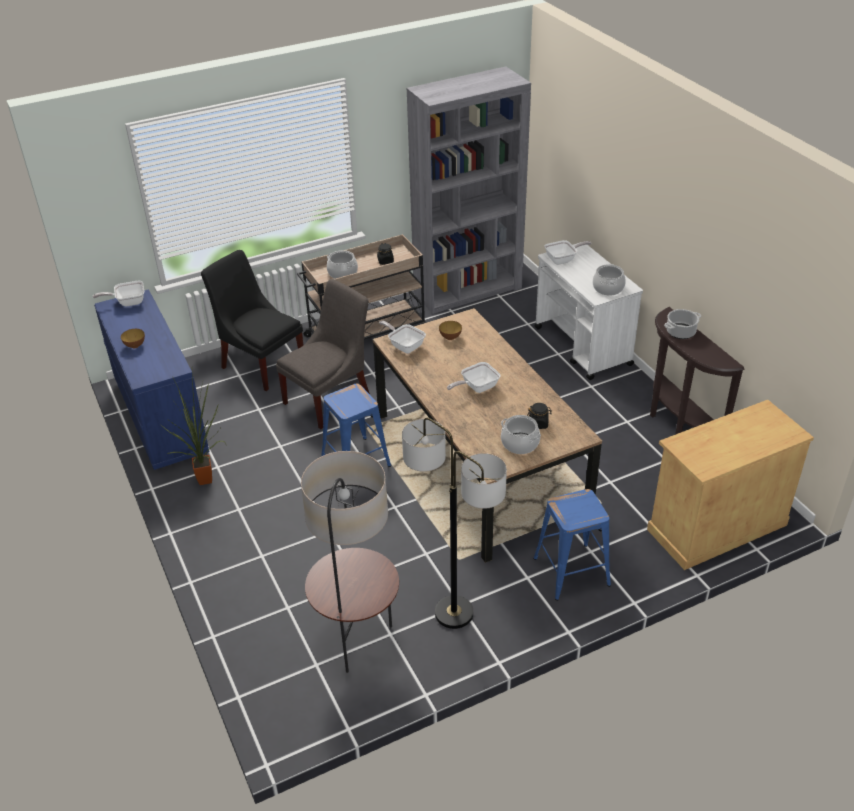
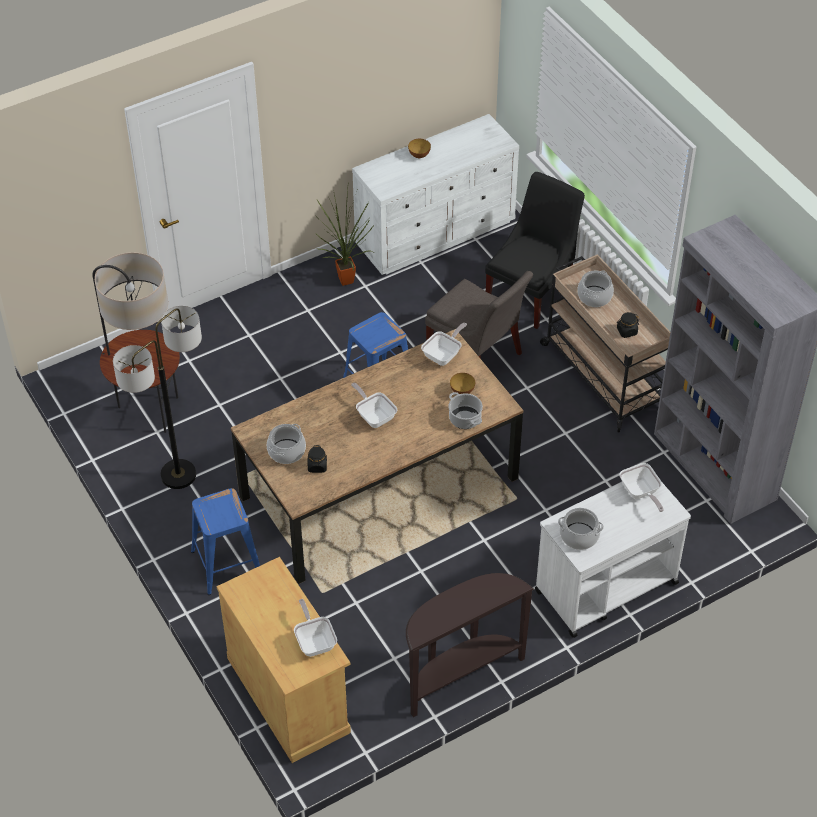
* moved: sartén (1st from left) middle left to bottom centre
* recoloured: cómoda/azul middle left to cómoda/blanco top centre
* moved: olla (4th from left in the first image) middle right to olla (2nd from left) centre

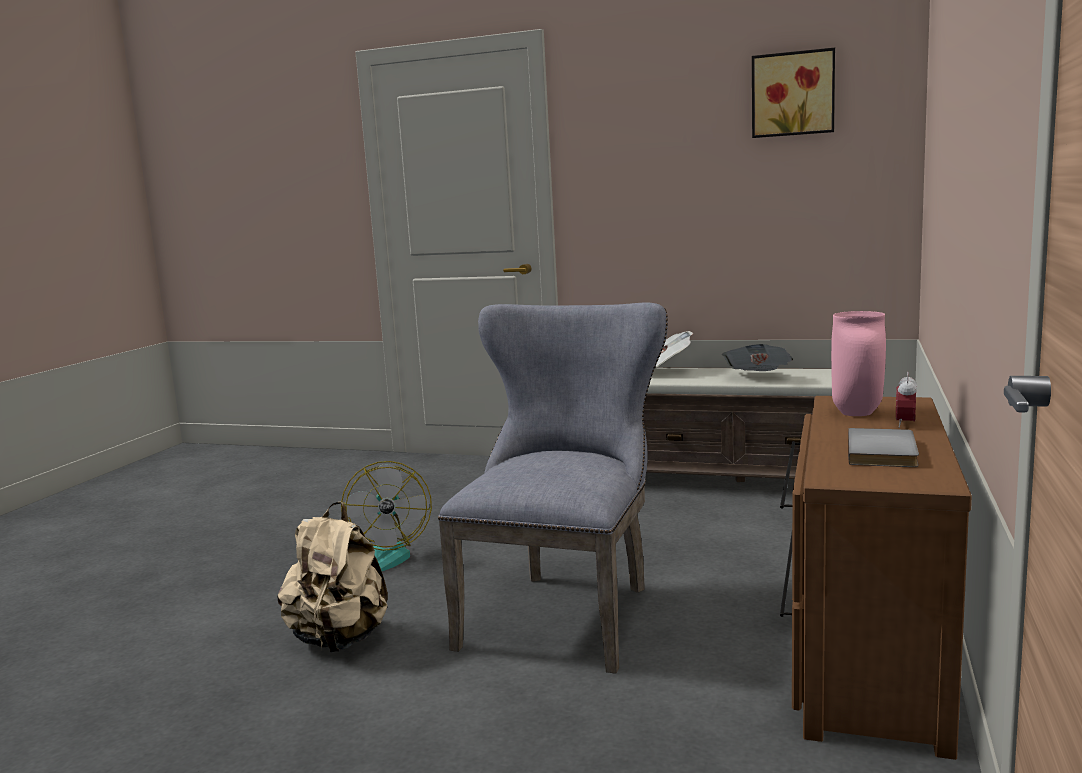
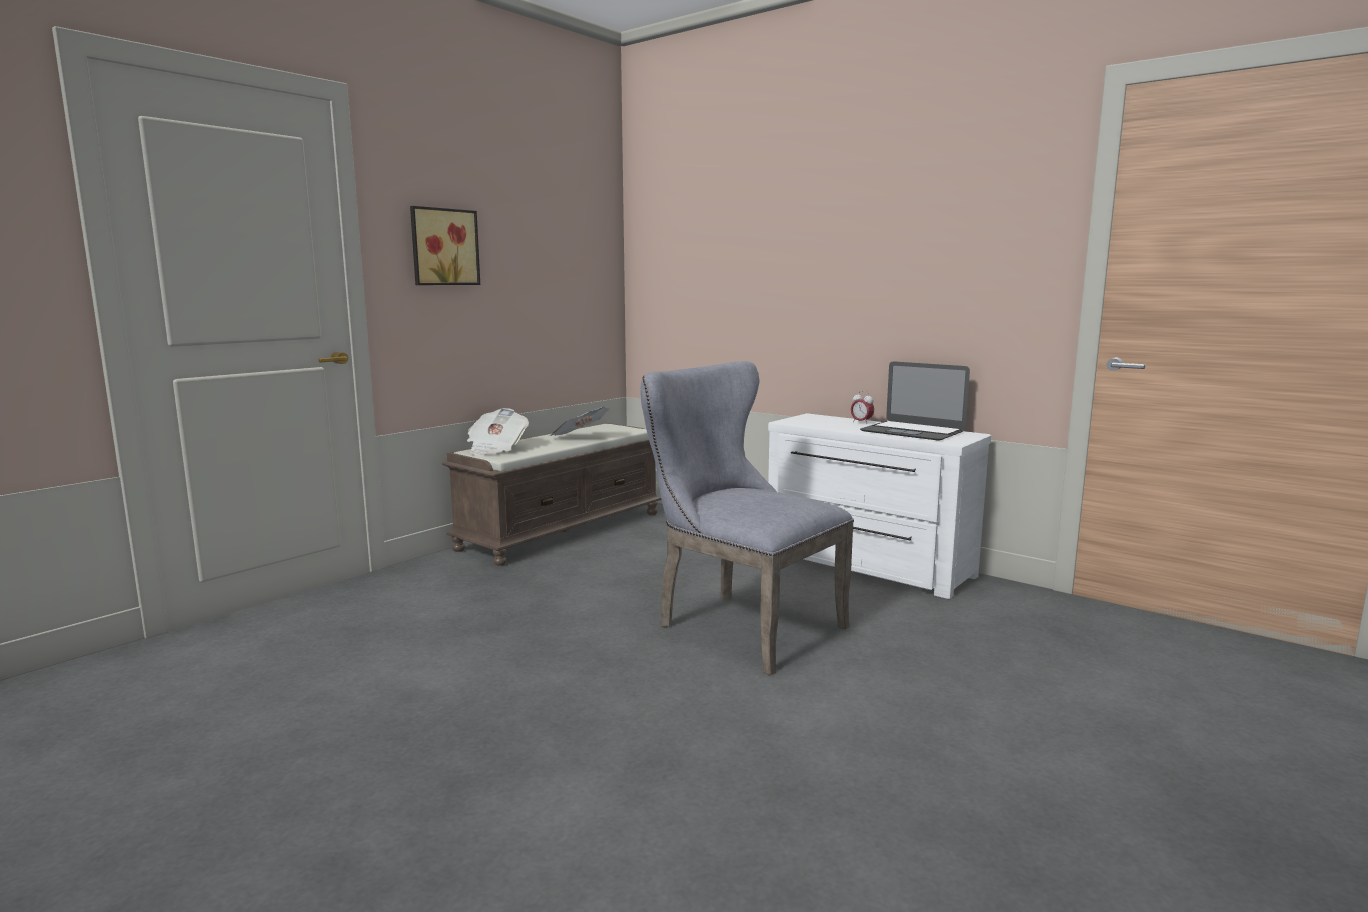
* moved: cuadro top right to top left
* removed: florero/rosa middle right
* recoloured: cómoda/marrón bottom right to cómoda/blanco centre
* replaced: libro/gris middle right to portátil middle right
* removed: ventilador bottom centre
* removed: mochila/beis bottom left

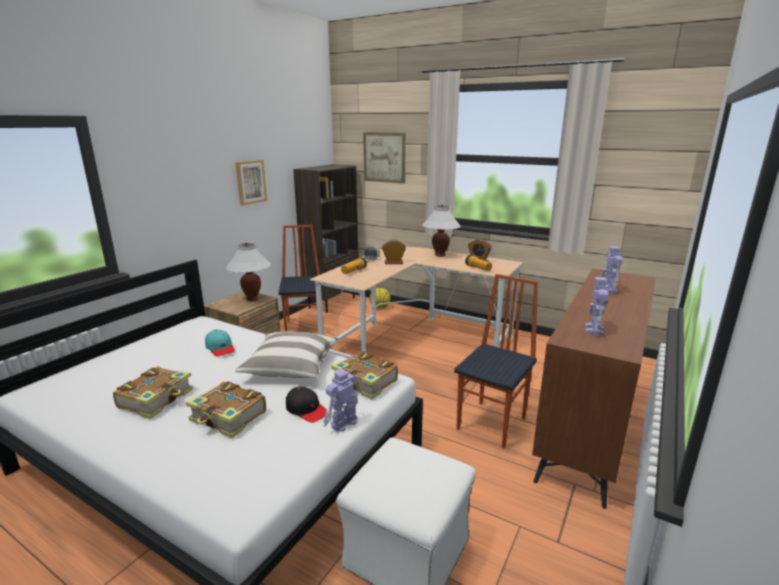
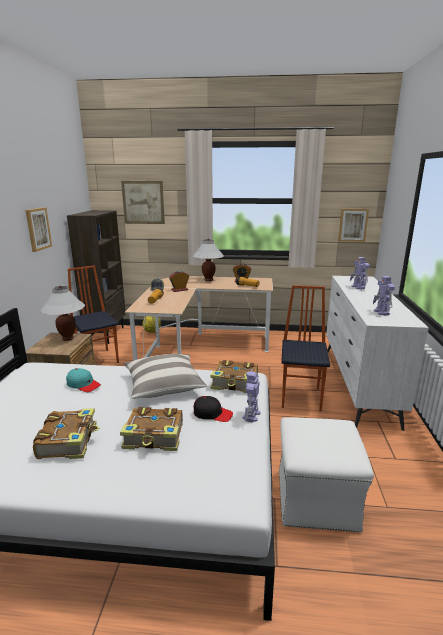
* recoloured: cómoda/marrón middle right to cómoda/blanco middle right
* added: cuadro (3rd from left) middle right

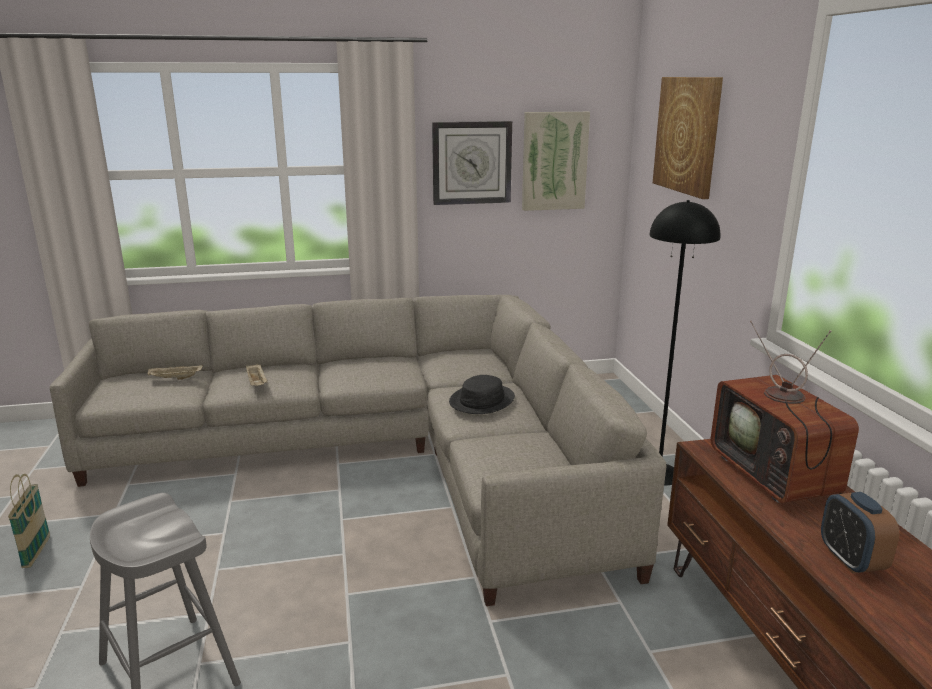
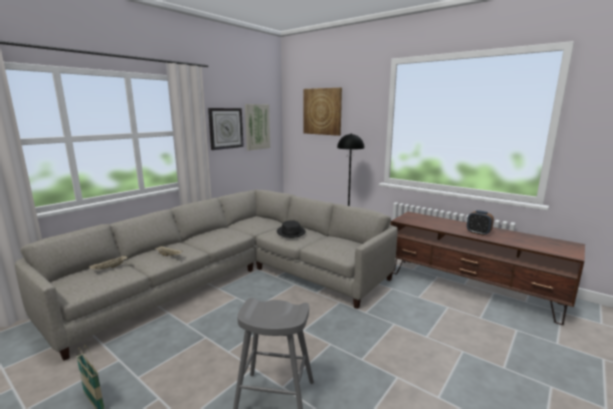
* removed: televisor middle right

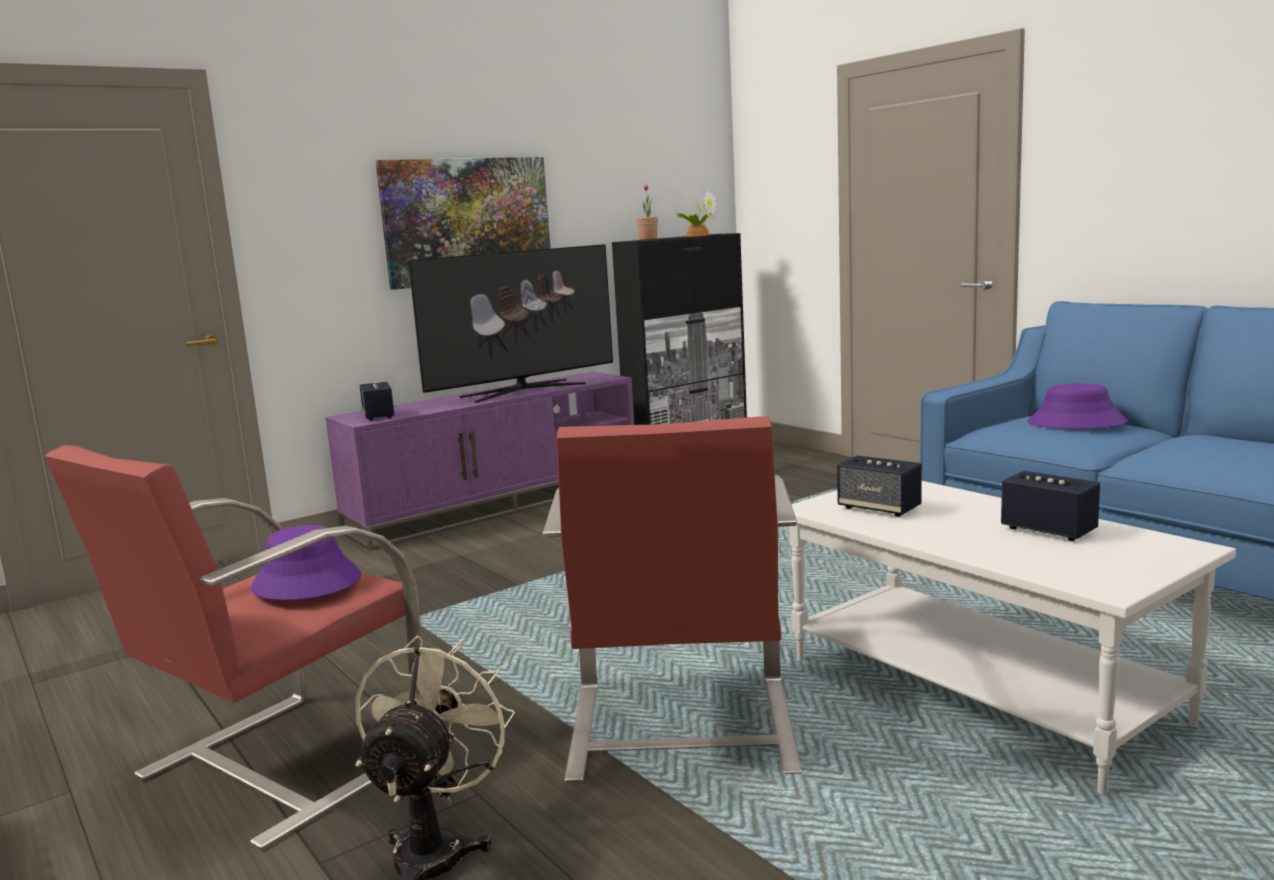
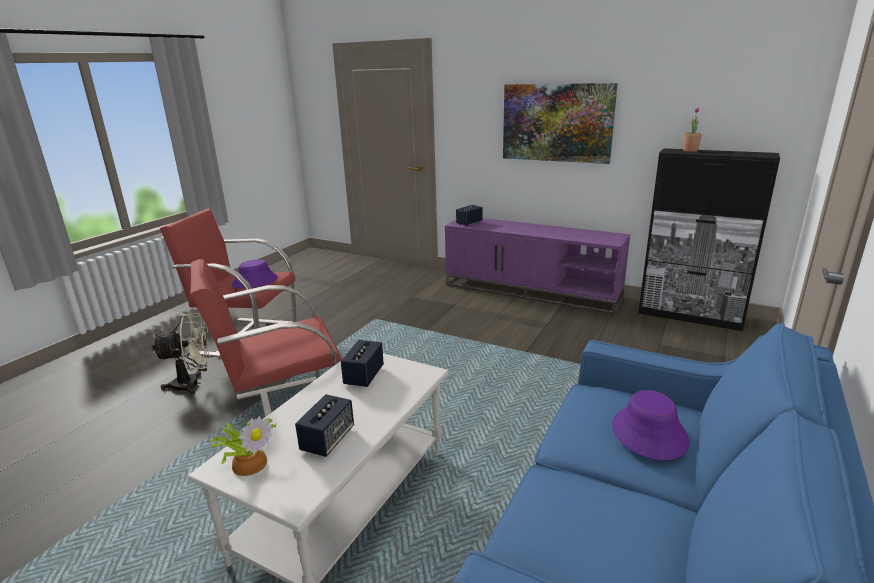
* moved: planta en maceta (2nd from left in the first image) top centre to planta en maceta (1st from left) bottom left
* removed: televisor centre

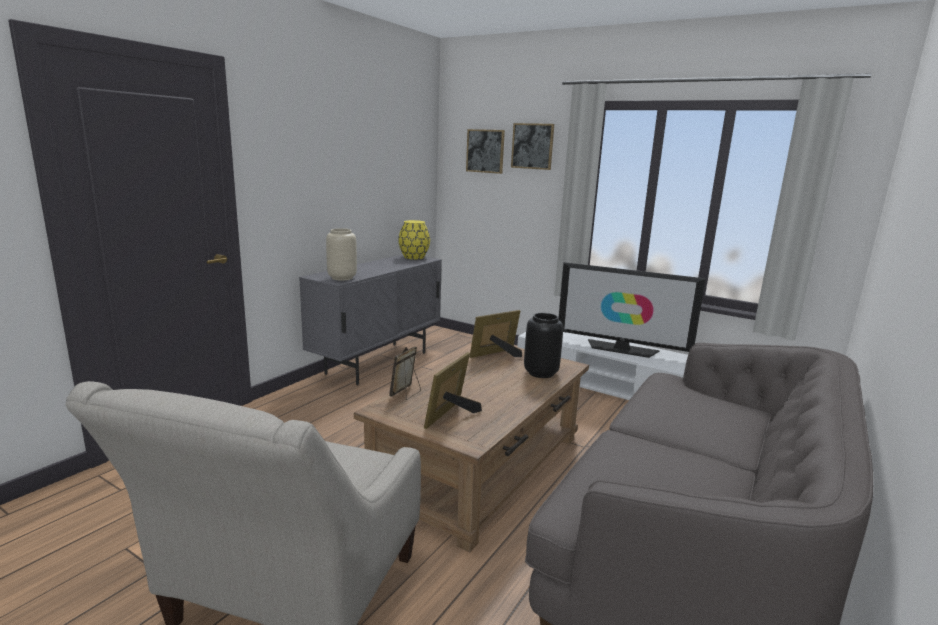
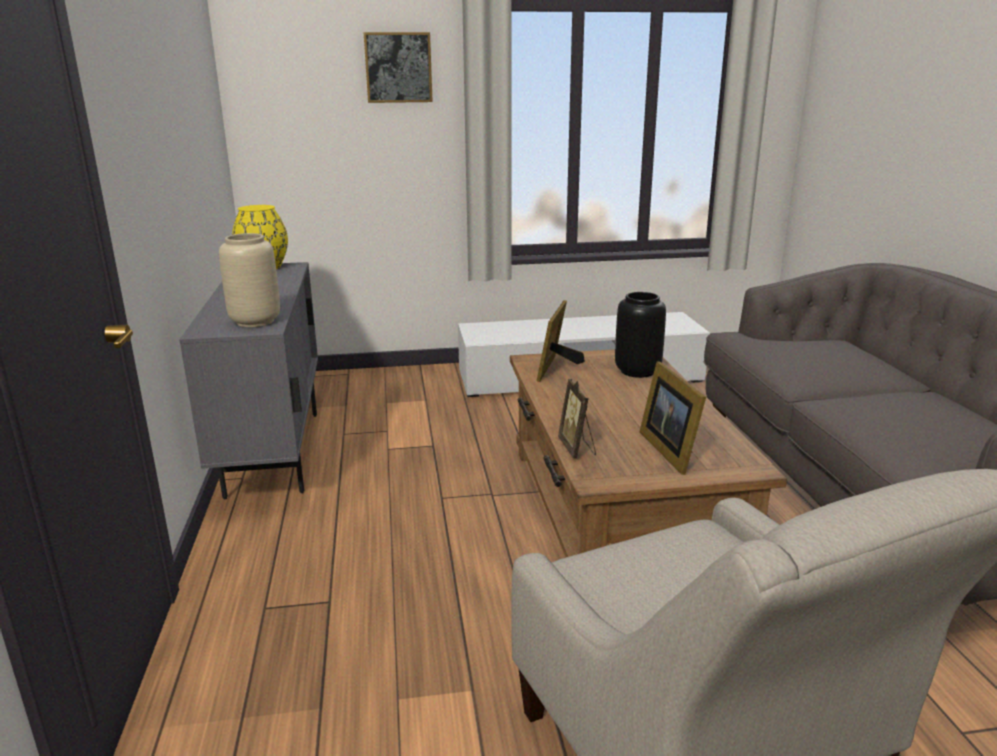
* removed: cuadro (1st from left) top centre
* removed: televisor middle right

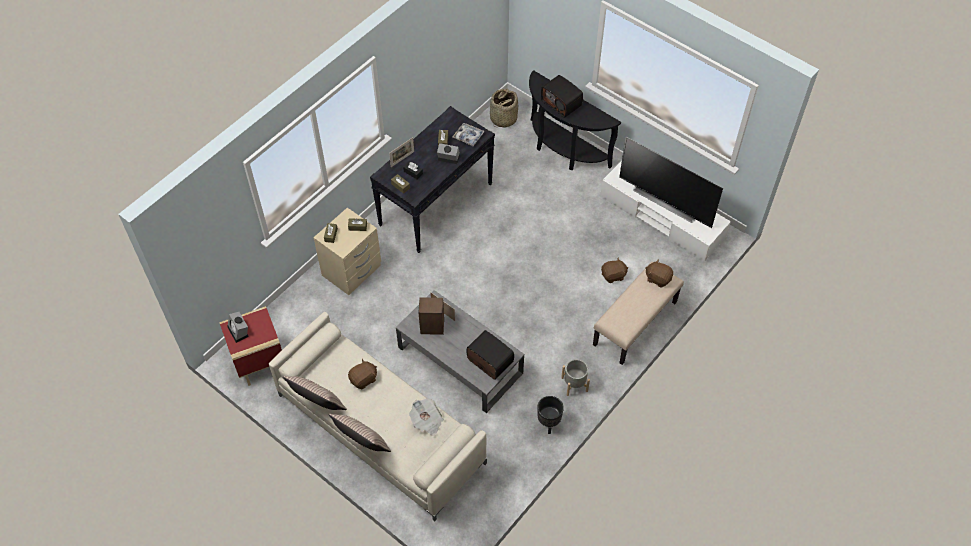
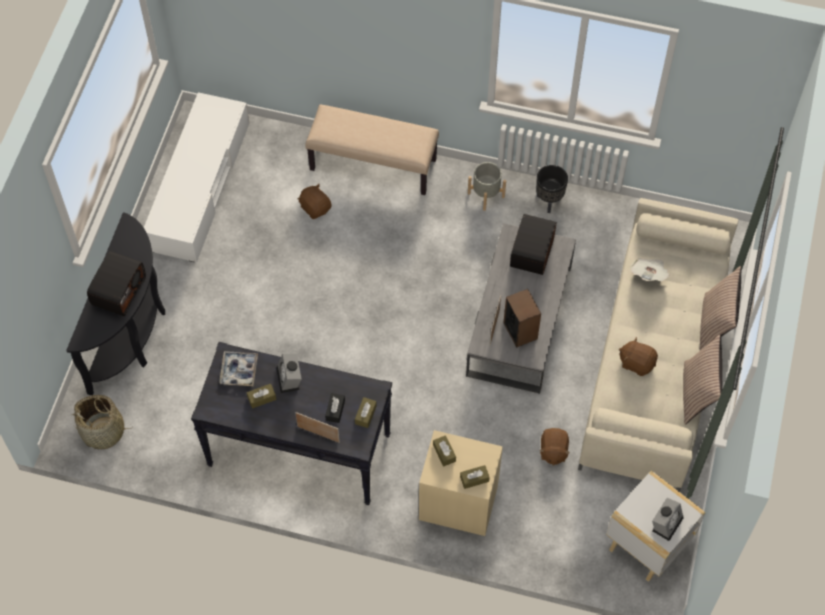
* removed: televisor middle right
* moved: peluche/marrón (3rd from left in the first image) middle right to peluche/marrón (2nd from left) bottom right
* recoloured: mesa auxiliar/rojo middle left to mesa auxiliar/blanco bottom right

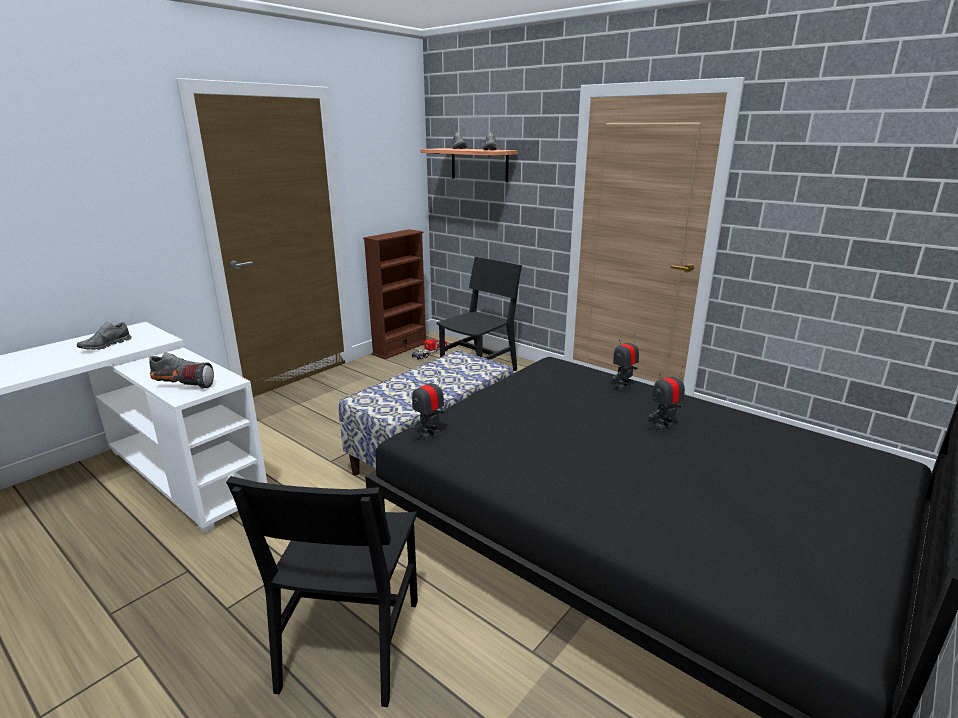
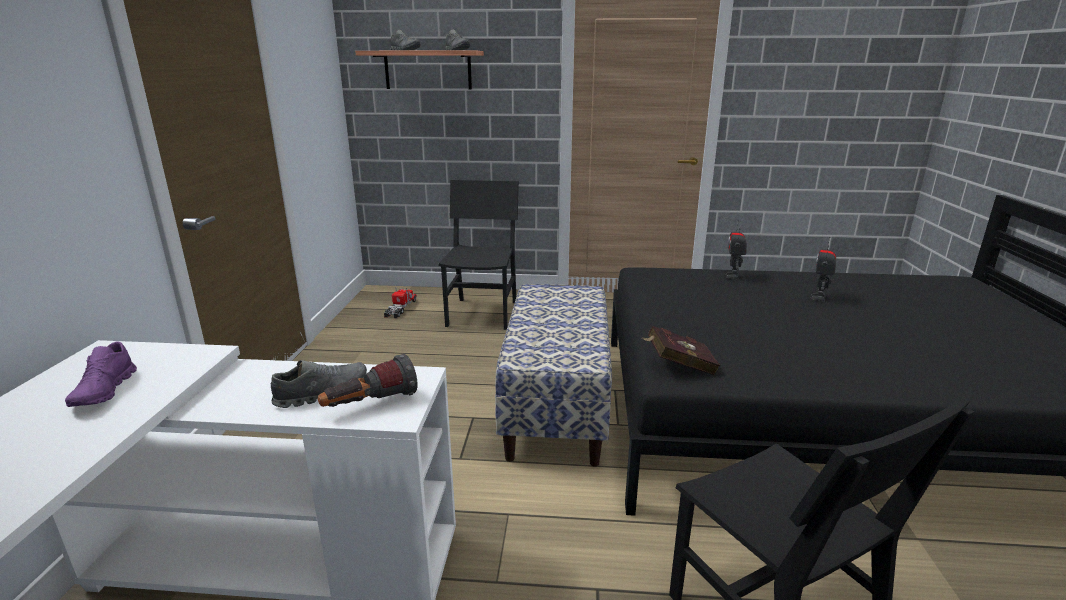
* removed: estantería/marrón centre
* recoloured: zapato/gris (1st from left) middle left to zapato/morado middle left
* replaced: robot de juguete (1st from left) centre to libro/rojo centre

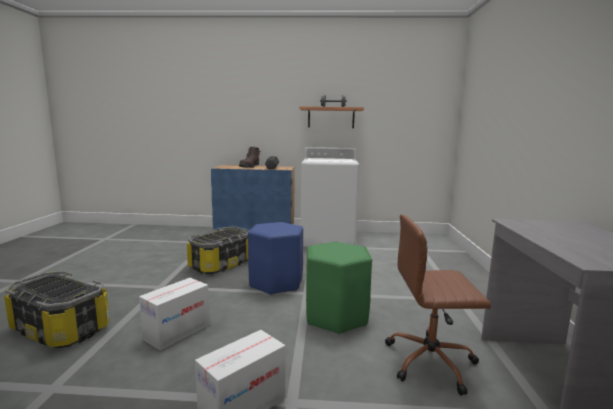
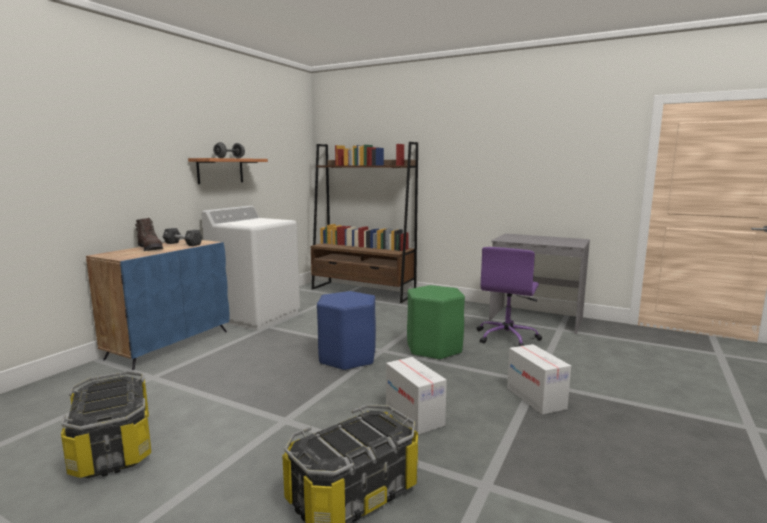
* recoloured: silla de oficina/marrón bottom right to silla de oficina/morado centre
* moved: caja de almacenaje (2nd from left in the first image) centre to caja de almacenaje (1st from left) bottom left
* added: estantería/marrón centre

